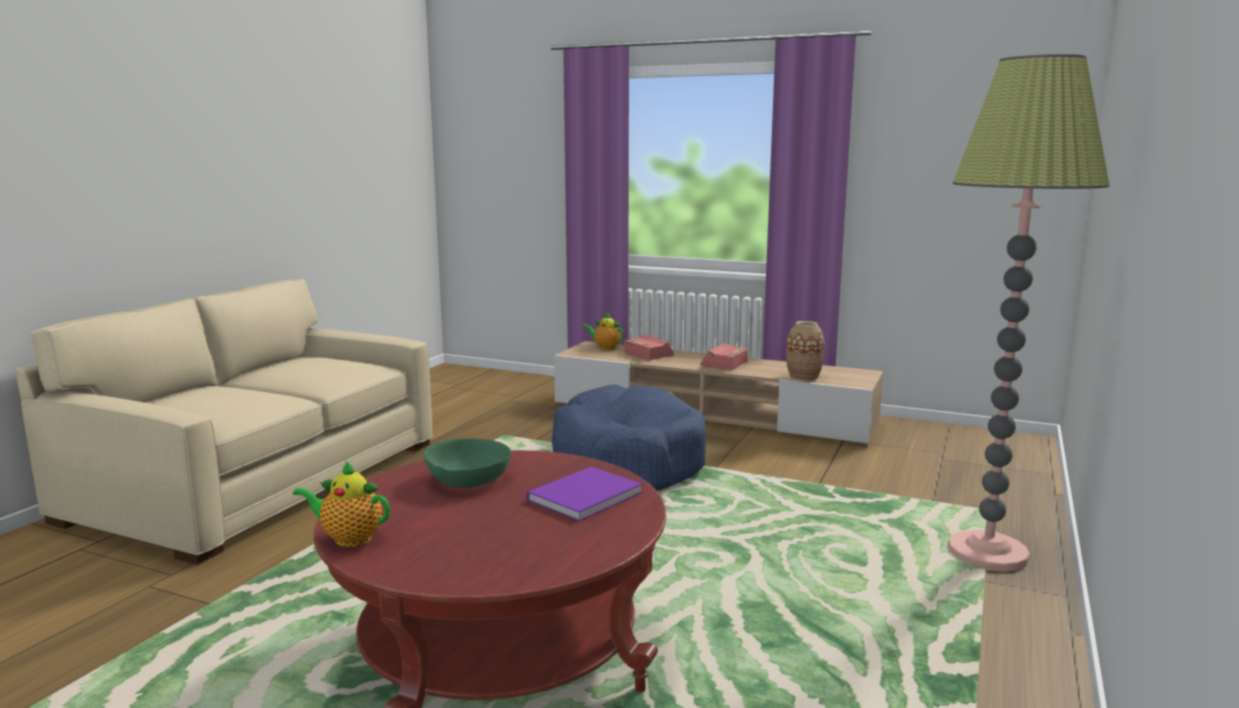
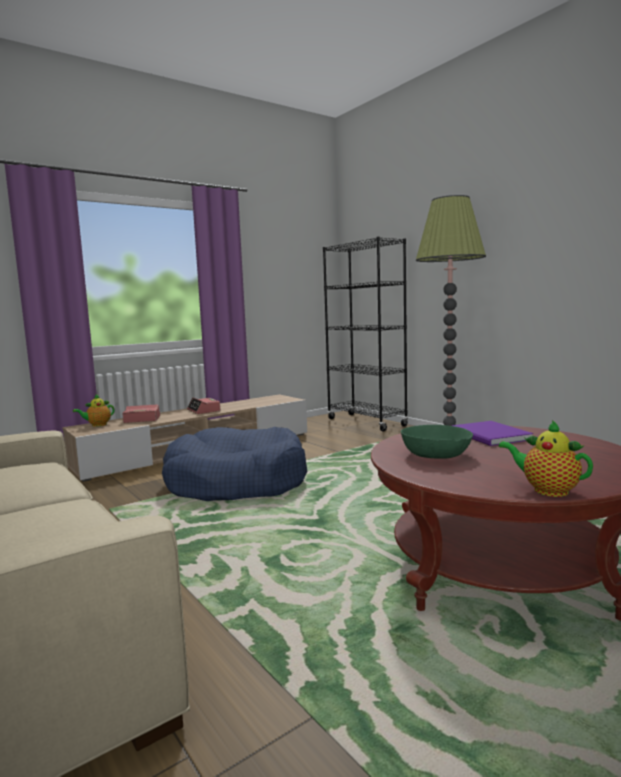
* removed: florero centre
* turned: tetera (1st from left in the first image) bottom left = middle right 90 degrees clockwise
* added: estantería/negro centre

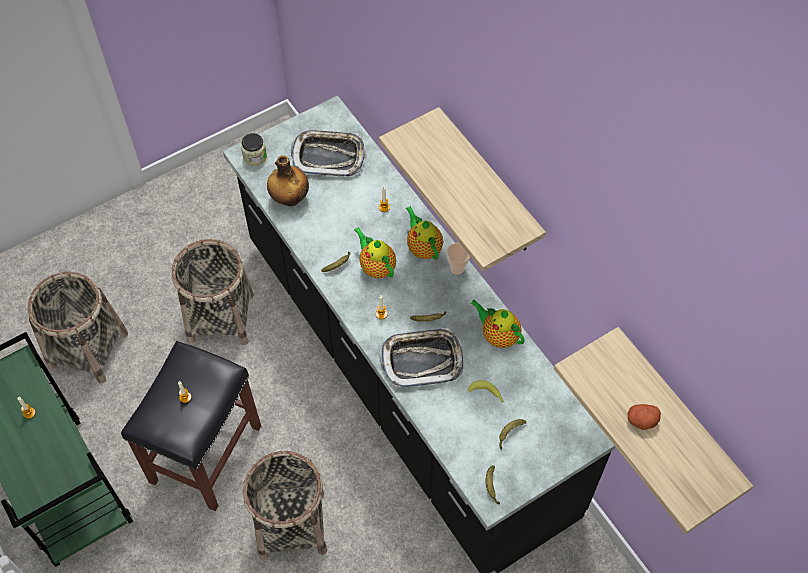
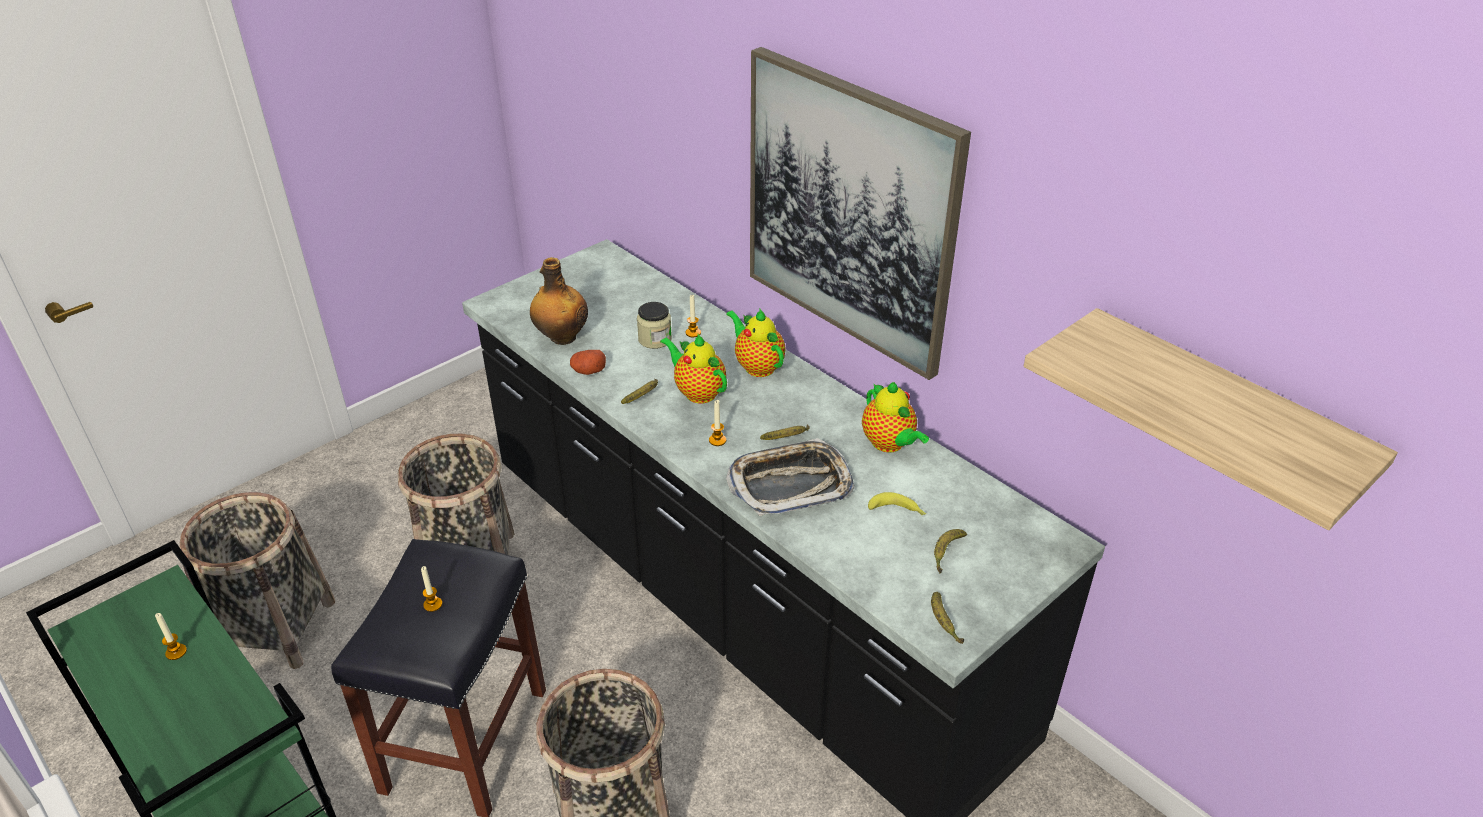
* replaced: estante (1st from left) top centre to cuadro top centre
* removed: bandeja (1st from left) top centre
* moved: tarro top left to centre
* removed: taza centre
* turned: tetera (3rd from left) centre = centre 150 degrees counterclockwise
* moved: patata bottom right to centre

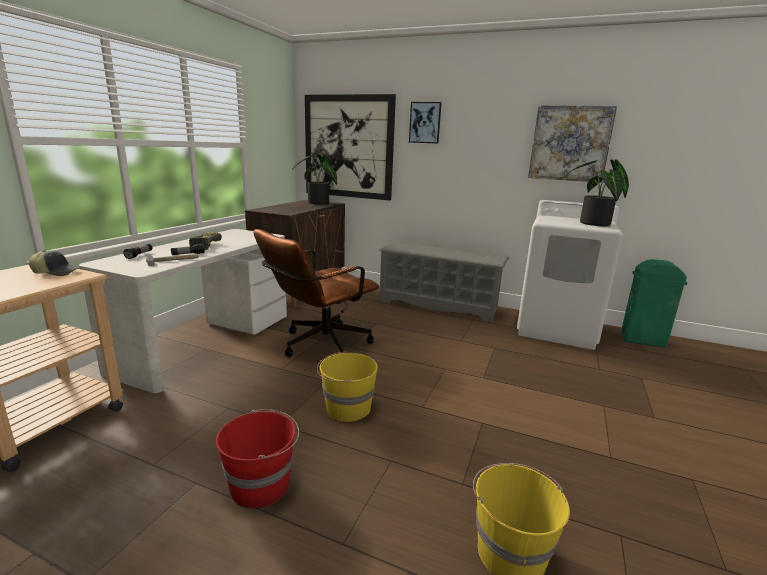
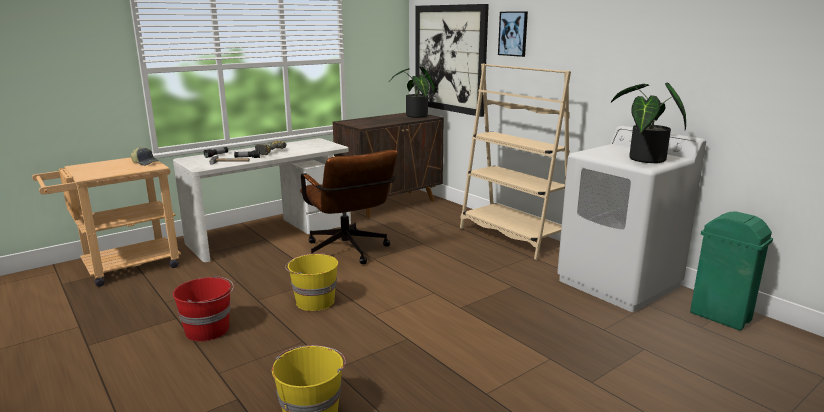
* removed: cuadro (3rd from left) top right
* turned: silla de oficina/marrón centre = centre 105 degrees counterclockwise
* replaced: zapatero/gris centre to estantería/beis centre

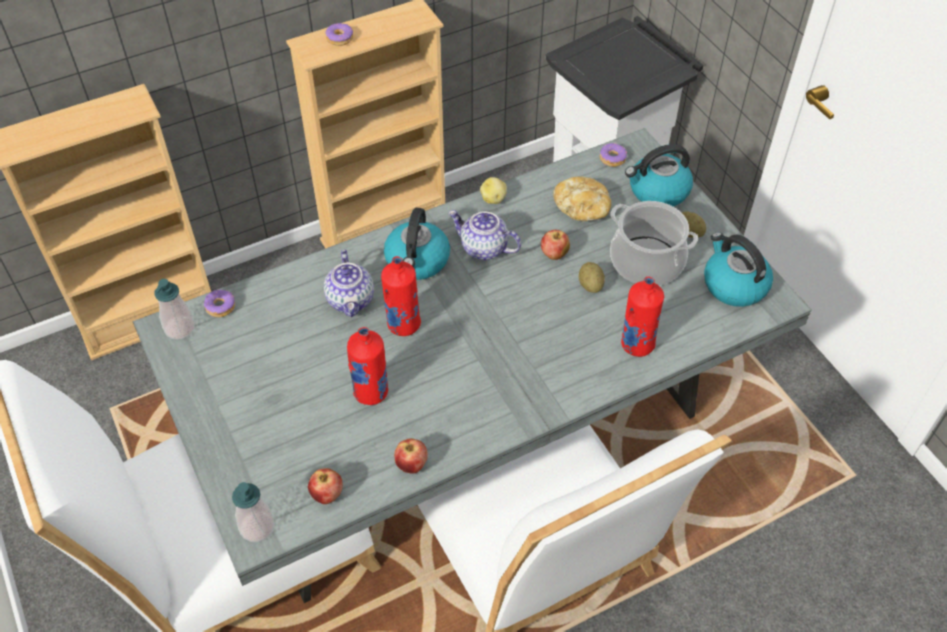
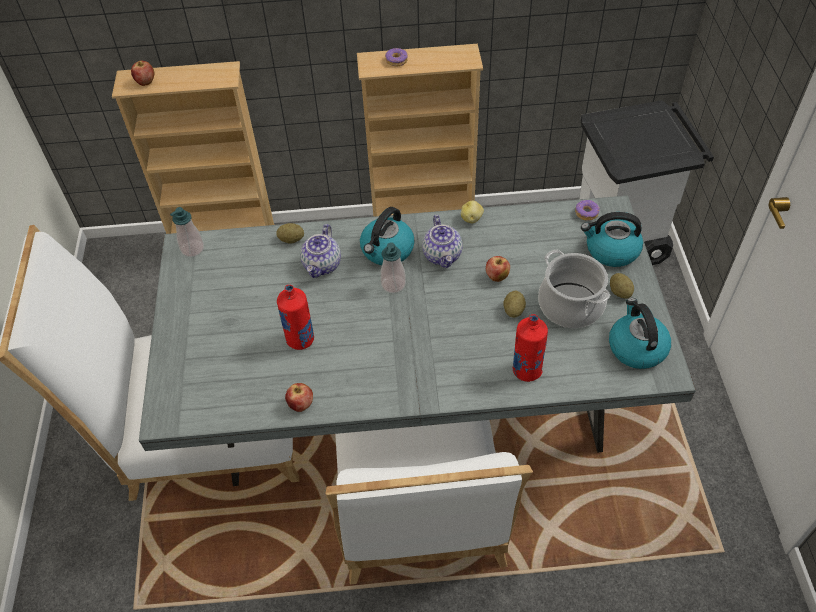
* removed: pan top centre
* turned: tetera (2nd from left) centre = centre 150 degrees counterclockwise
* removed: botella/rojo (2nd from left) centre
* removed: rosquilla (1st from left) middle left
* moved: manzana (1st from left) bottom centre to top left
* moved: dispensador de jabón (2nd from left) bottom left to centre
* added: patata (1st from left) centre

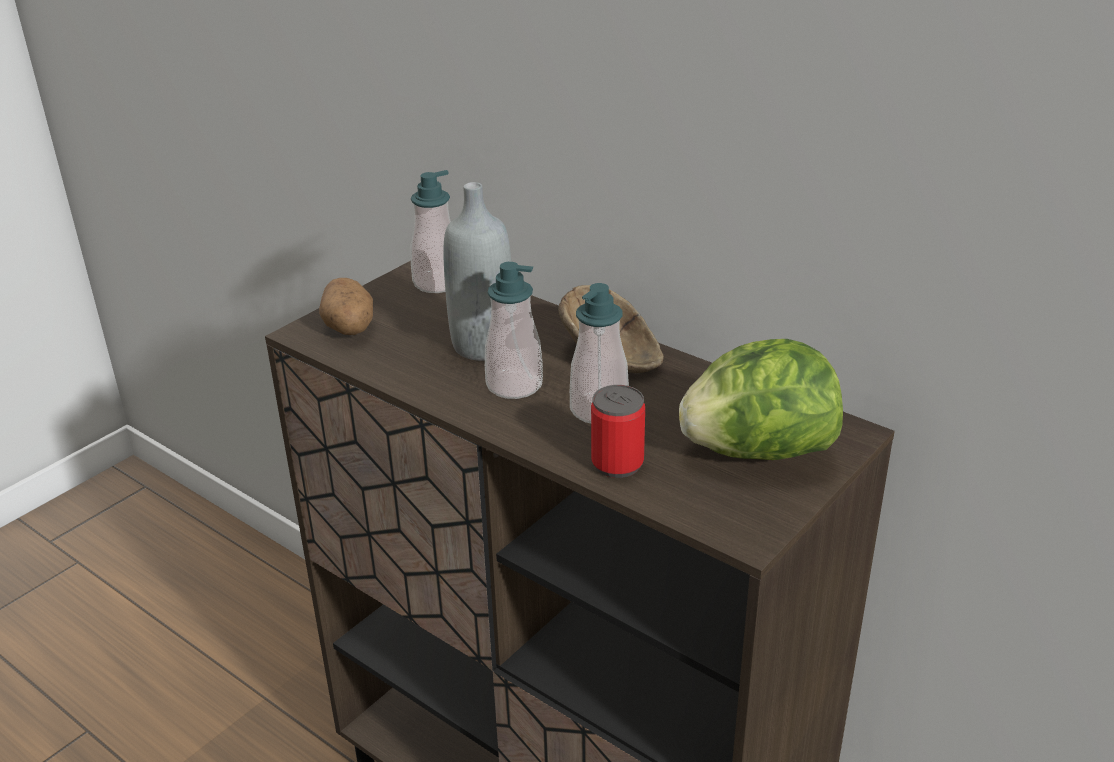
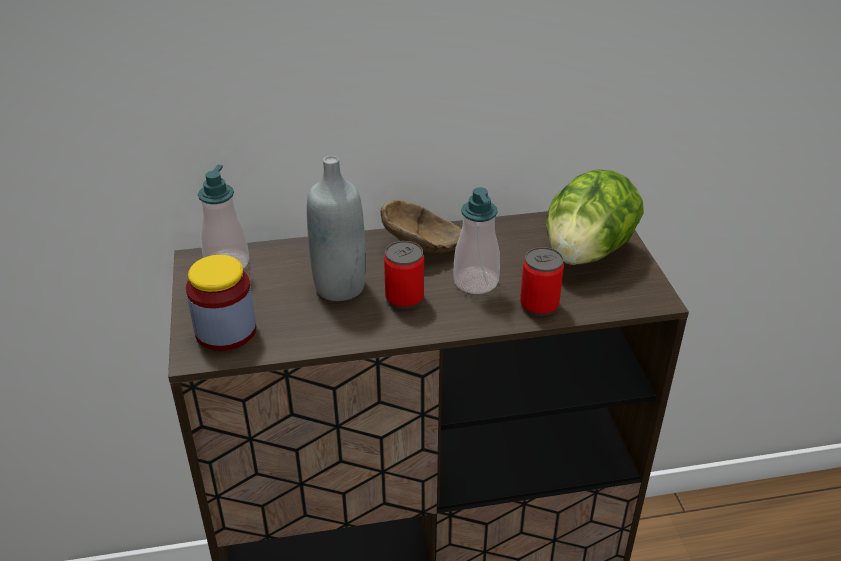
* replaced: dispensador de jabón (2nd from left) centre to lata (1st from left) centre
* replaced: patata middle left to tarro middle left

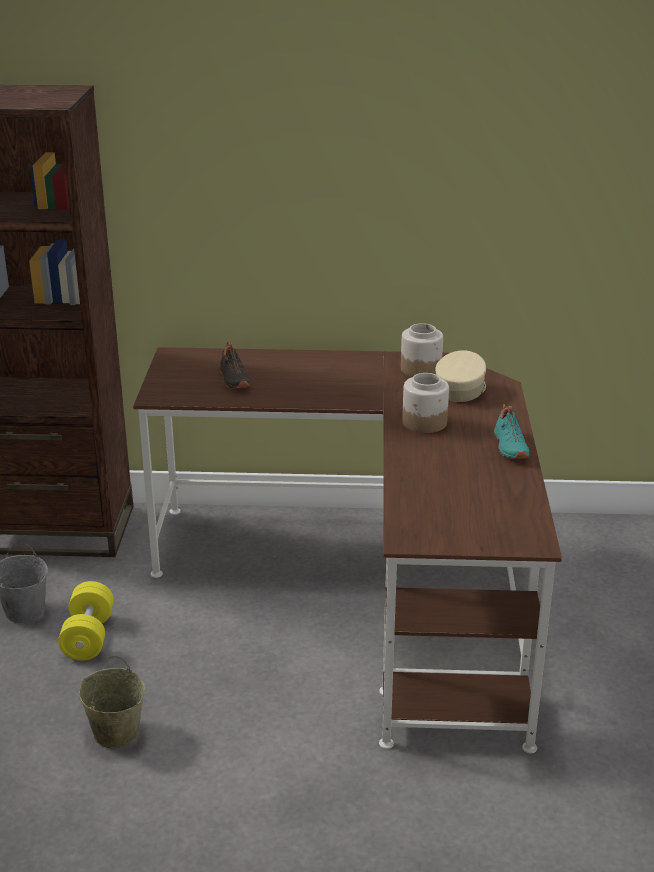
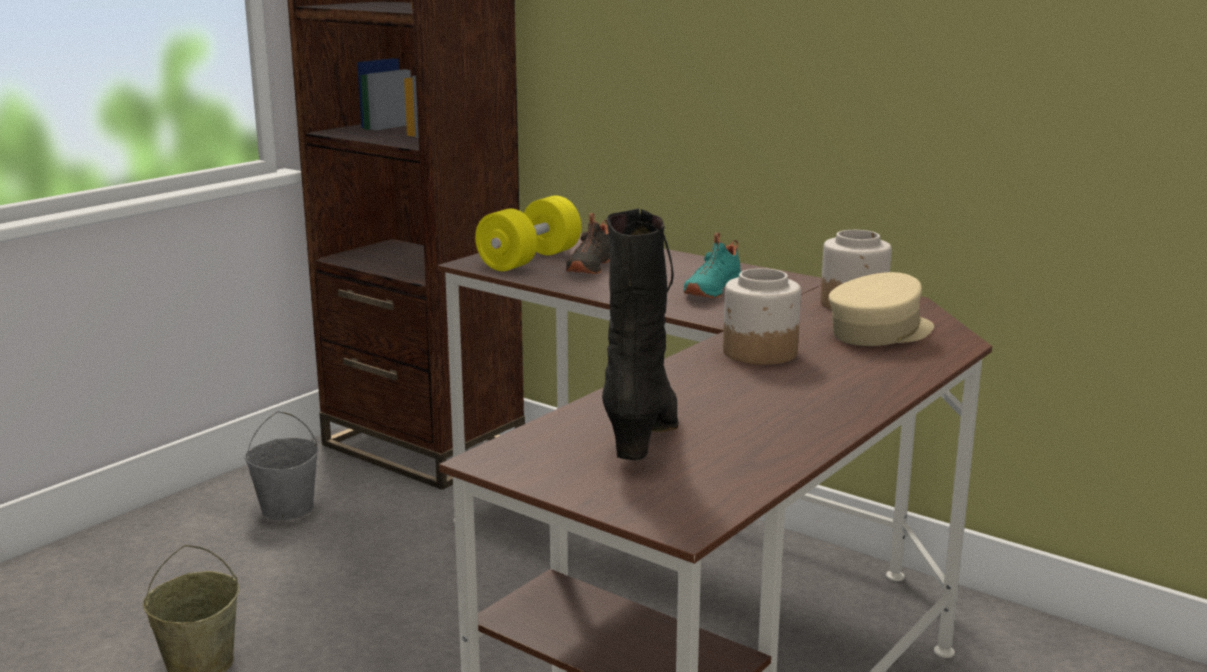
* moved: zapato/turquesa middle right to centre
* moved: mancuerna/amarillo bottom left to centre
* added: bota/negro centre

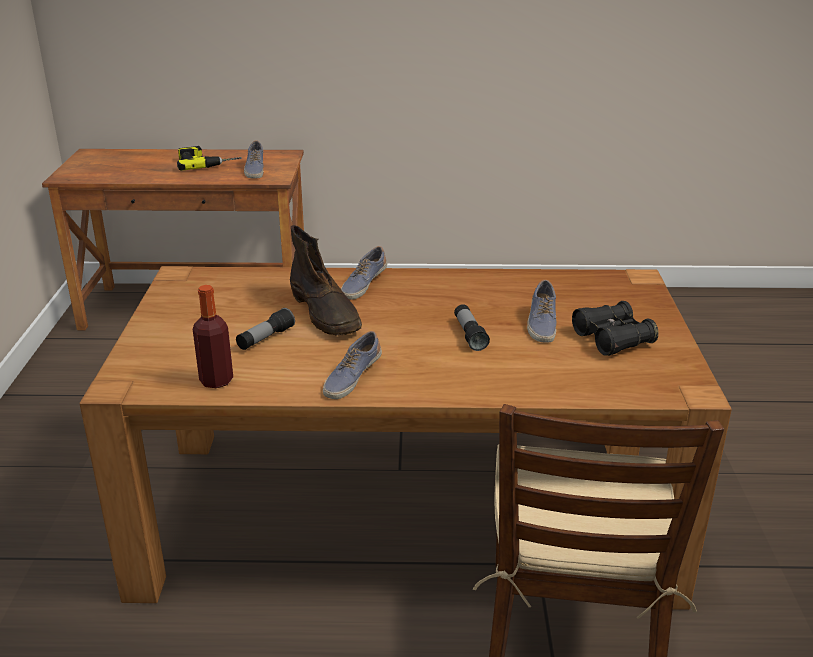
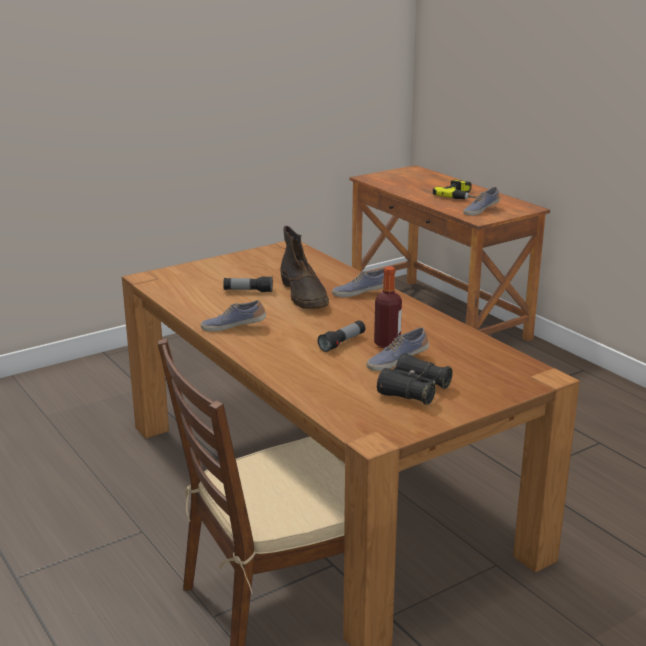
* turned: bota/marrón centre = centre 45 degrees counterclockwise
* moved: botella middle left to centre

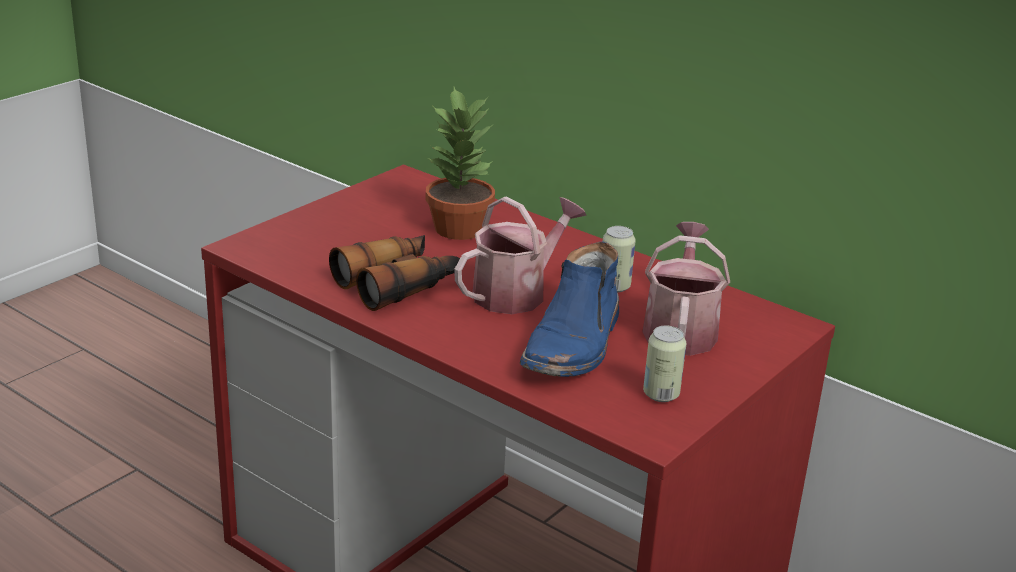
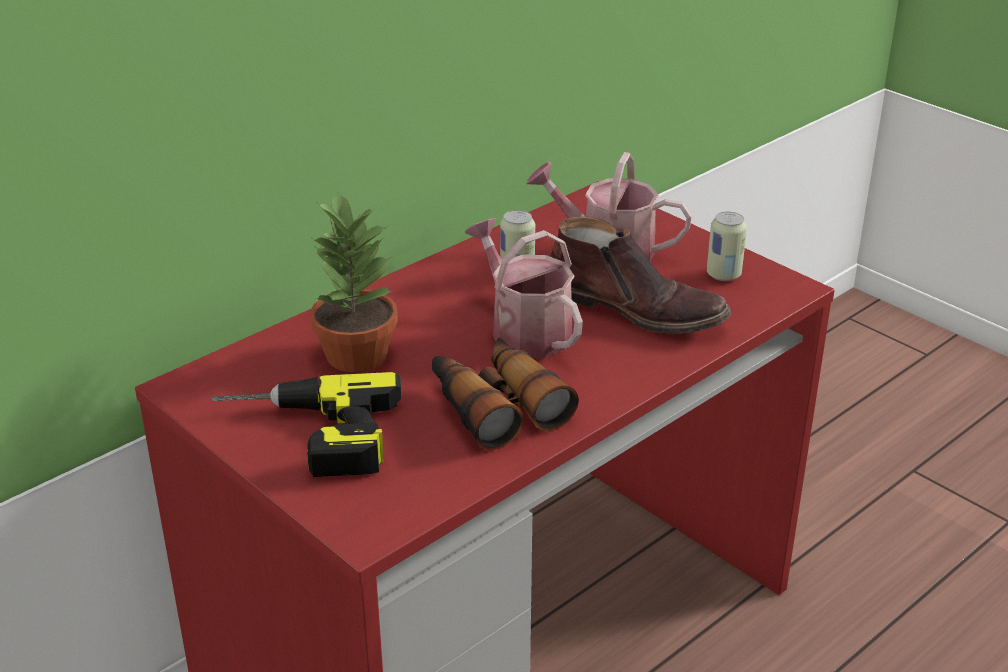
* recoloured: bota/azul centre to bota/marrón centre
* added: taladro middle left

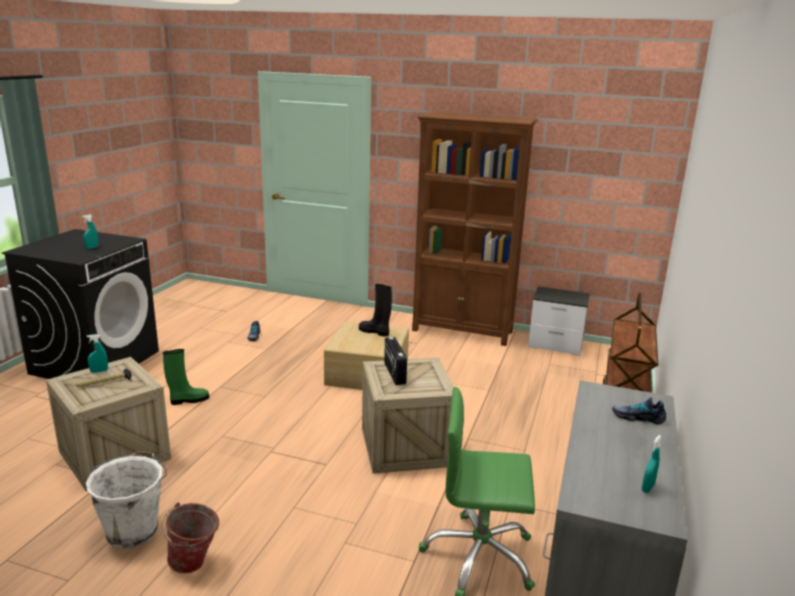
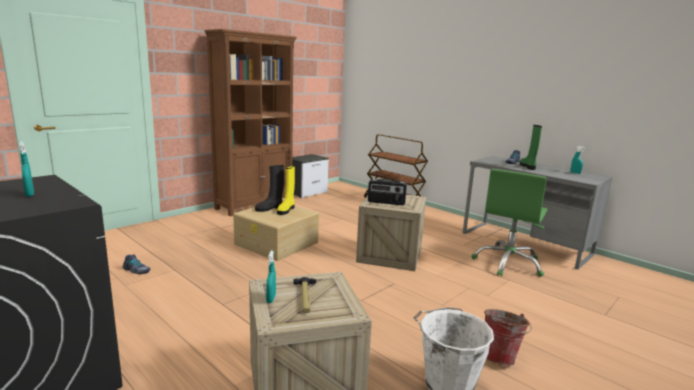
* moved: bota/verde middle left to middle right
* added: bota/amarillo centre

